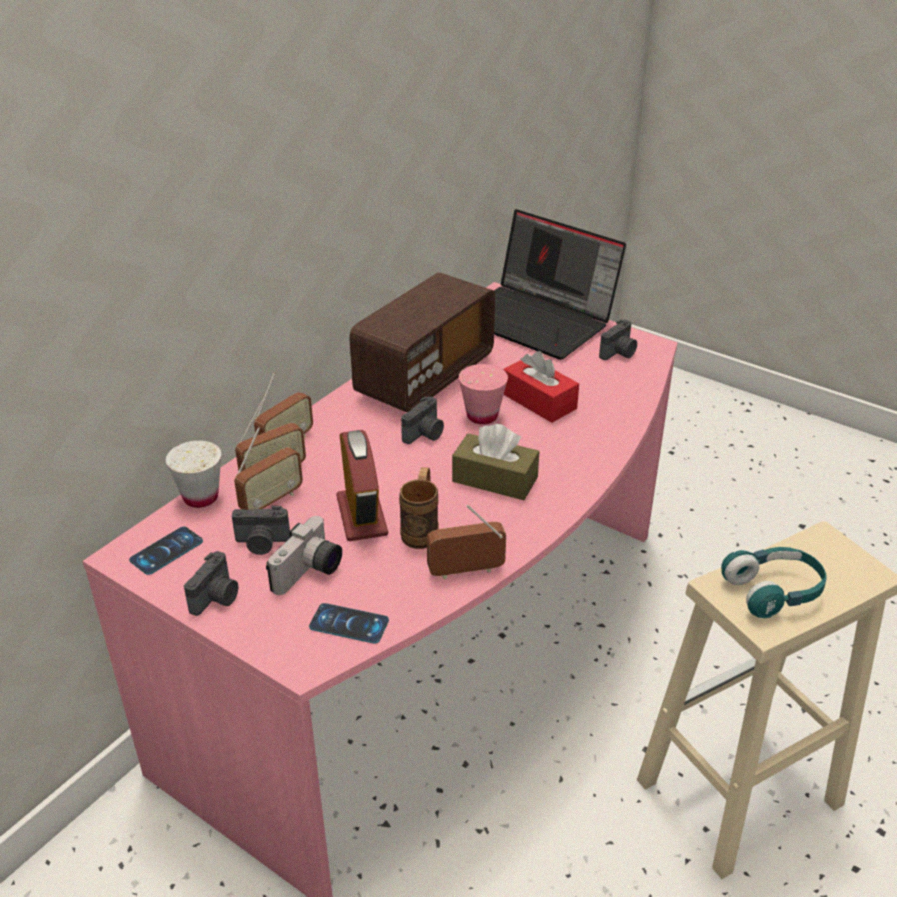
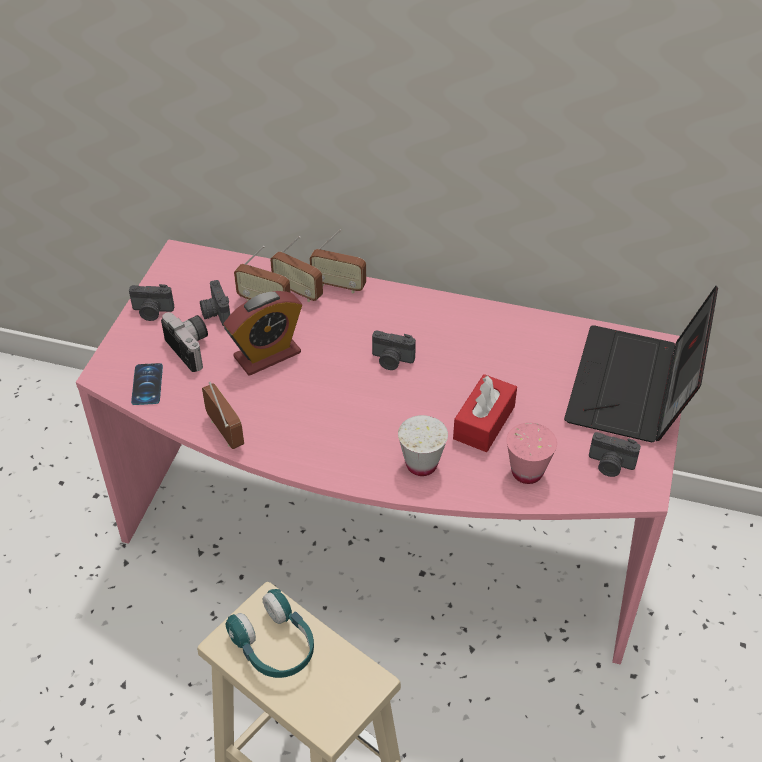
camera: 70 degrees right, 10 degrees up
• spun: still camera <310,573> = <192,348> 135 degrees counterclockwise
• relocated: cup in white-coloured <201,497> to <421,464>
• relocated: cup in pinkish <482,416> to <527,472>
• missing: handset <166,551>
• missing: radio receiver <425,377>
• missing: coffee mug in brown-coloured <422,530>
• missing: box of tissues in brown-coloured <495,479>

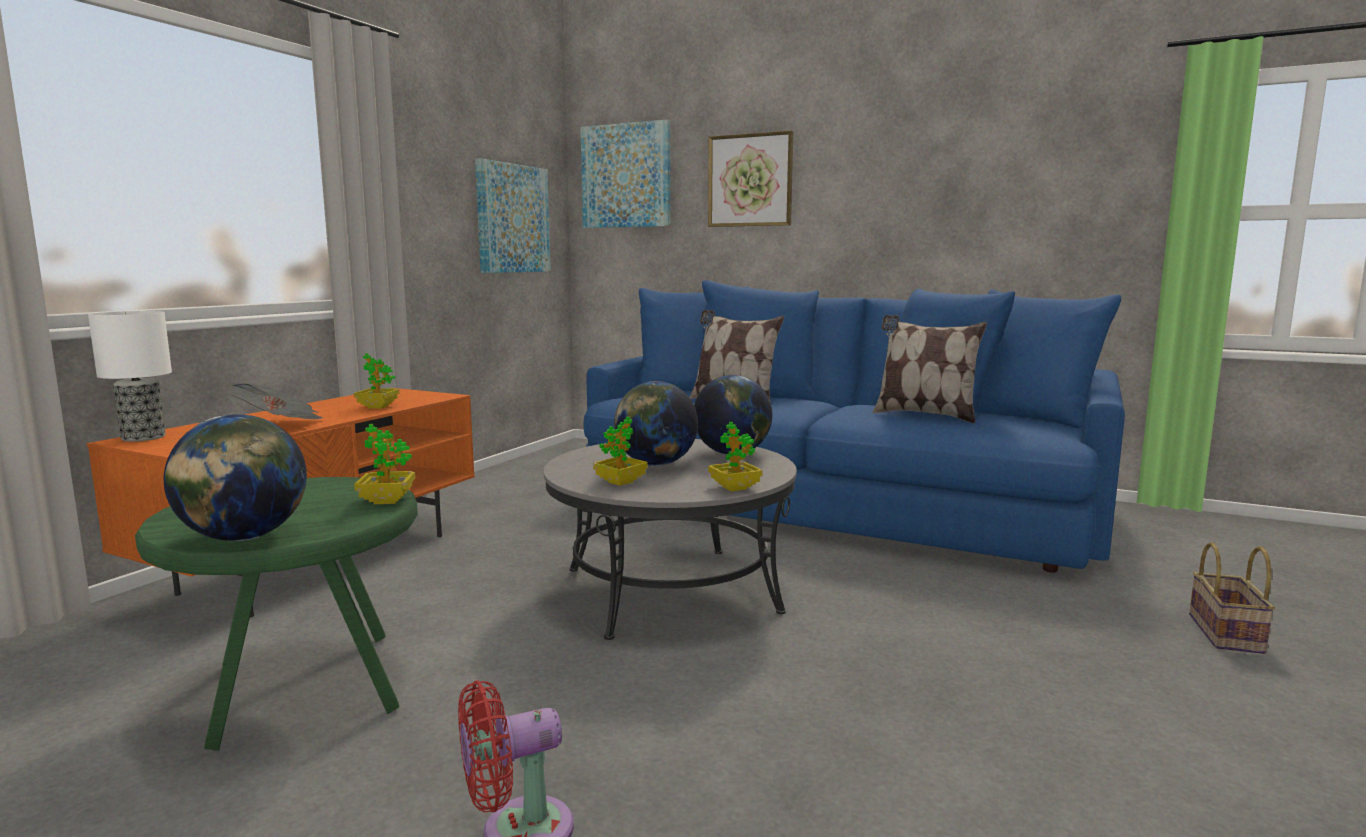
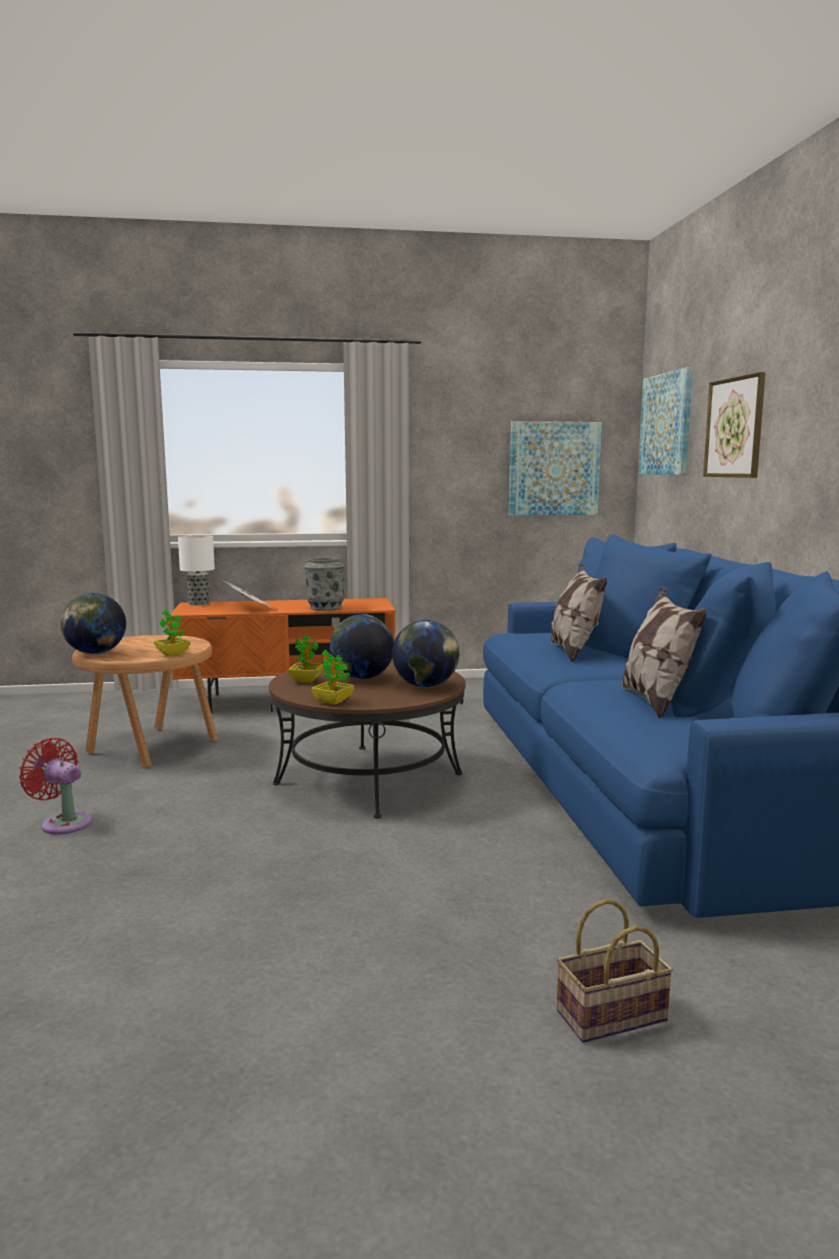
camera: 55 degrees right, 0 degrees up
• colour: accent table in green-coloured <304,690> to accent table in brown-coloured <150,747>
• colour: coffee table in grey <671,589> to coffee table in brown-coloured <369,779>
• exchanged: potted plant <378,407> to decorative vase in grey <325,608>

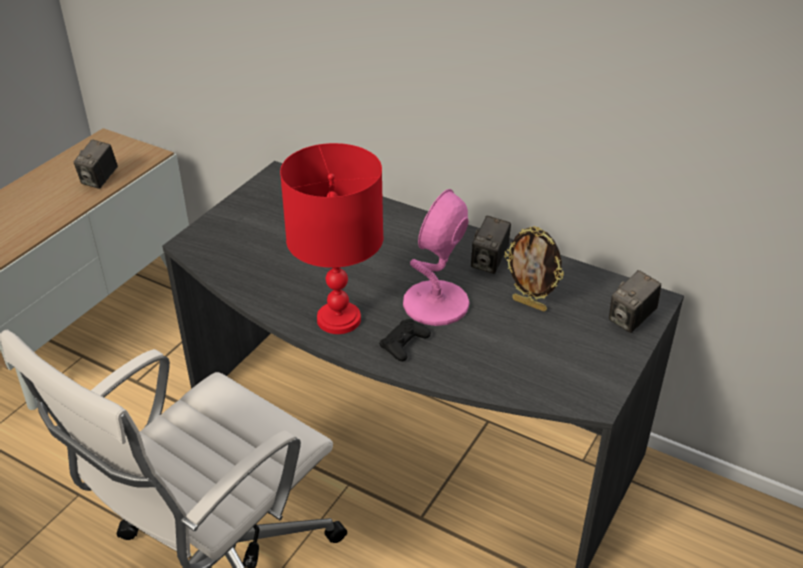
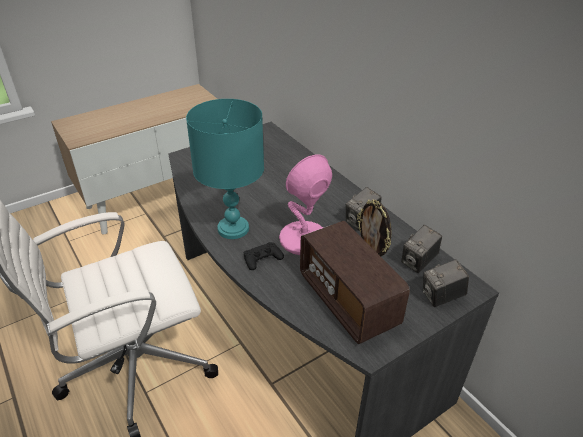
camera: 25 degrees right, 0 degrees up
• colour: tabletop lamp in red-coloured <340,319> to tabletop lamp in turquoise-coloured <234,229>
• appeared: radio receiver <348,301>
• relocated: still camera <100,180> to <418,262>

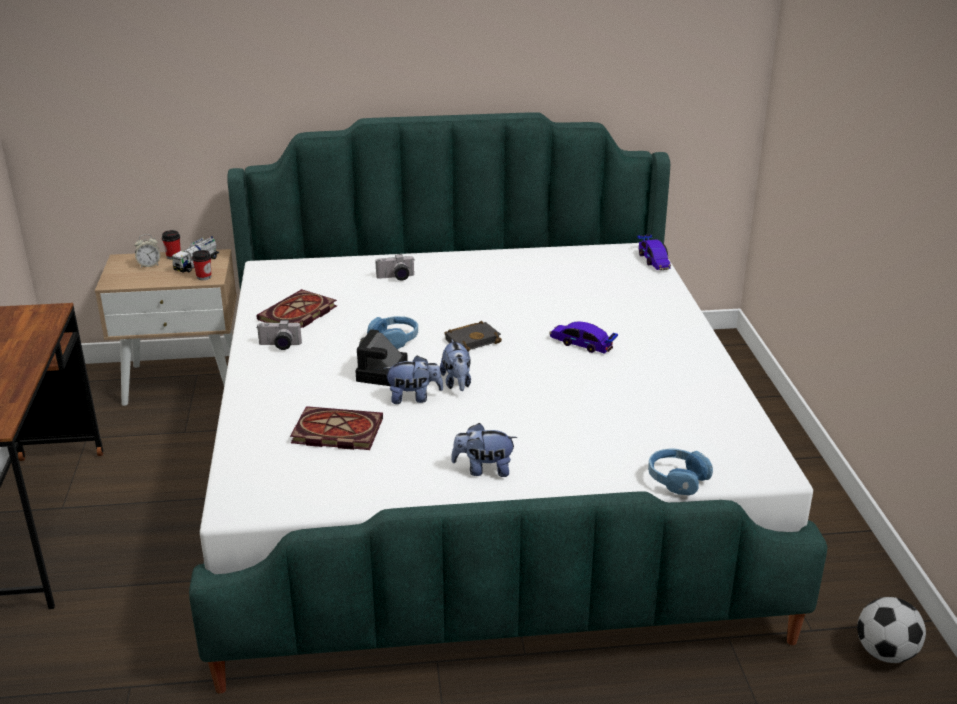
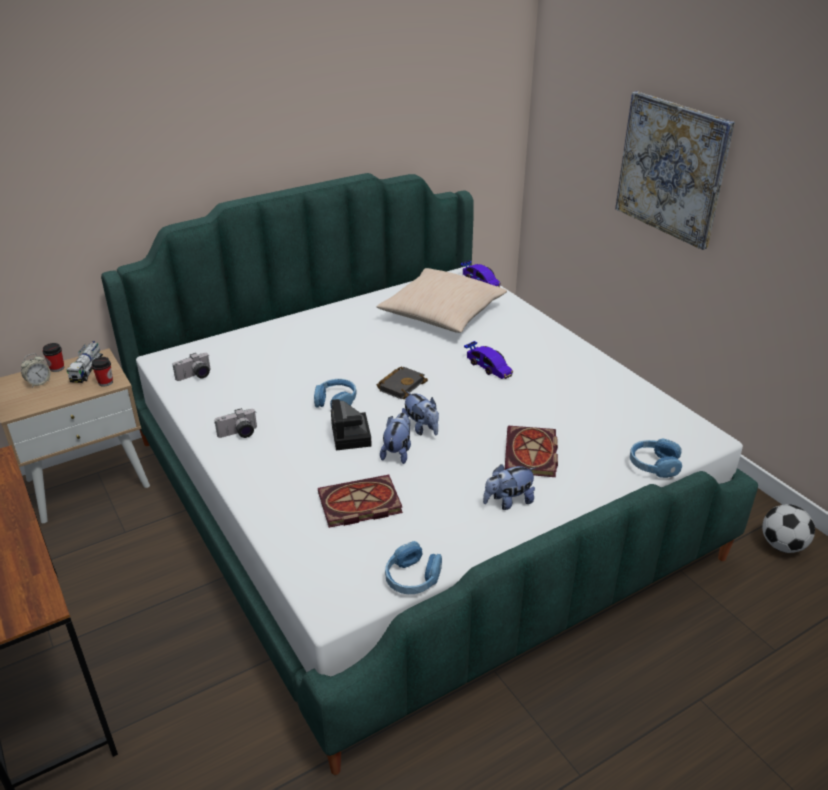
camera: 25 degrees left, 5 degrees up
• relocated: still camera <396,278> to <195,376>
• appeared: throw pillow in beige <442,313>
• spun: plush toy <414,398> = <397,452> 45 degrees counterclockwise
• appeared: headset in bluish <412,578>
• spun: toy car <581,344> = <488,367> 135 degrees counterclockwise
• relocated: bound book <297,315> to <532,455>
• appeared: wall picture <672,168>

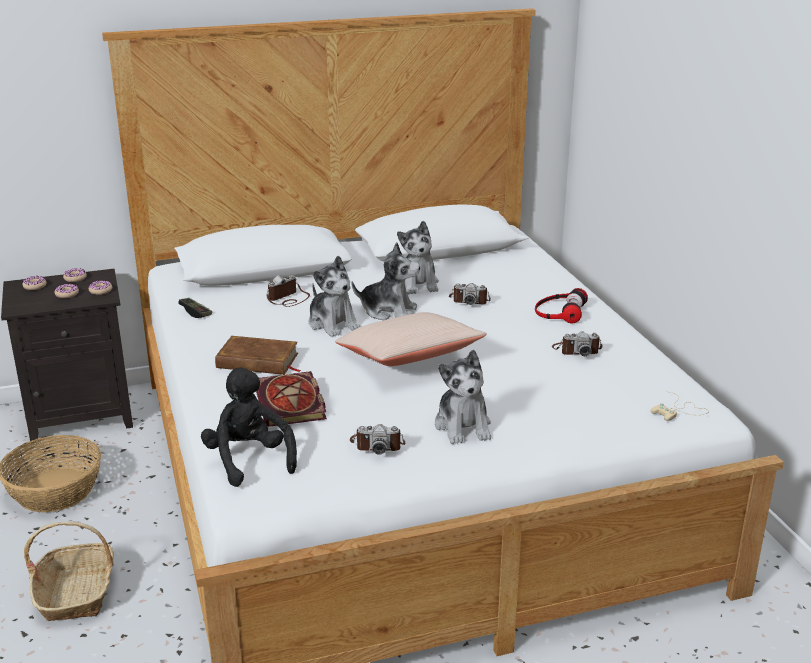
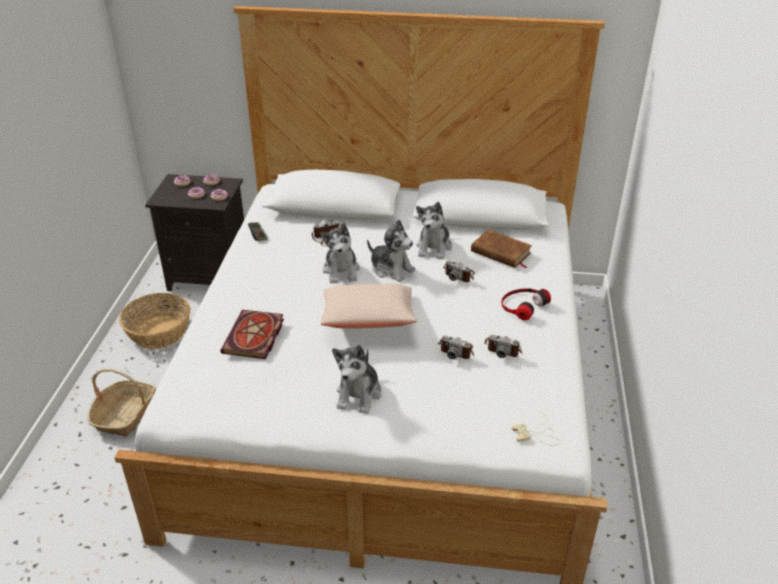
camera: 25 degrees right, 10 degrees up
• relocated: still camera <377,444> to <456,350>
• relocated: bound book in brown-coloured <258,361> to <501,252>
• missing: plush toy in black-coloured <249,460>

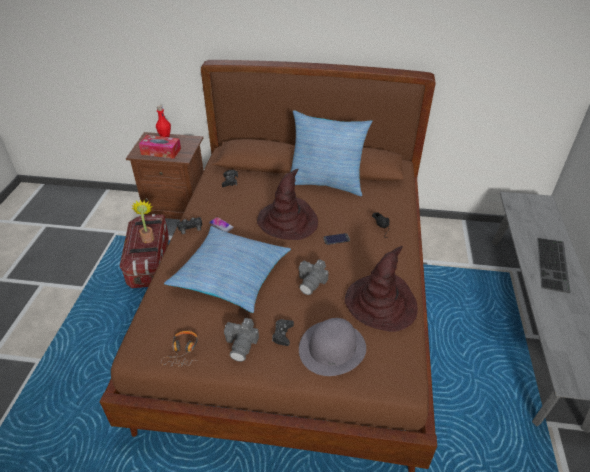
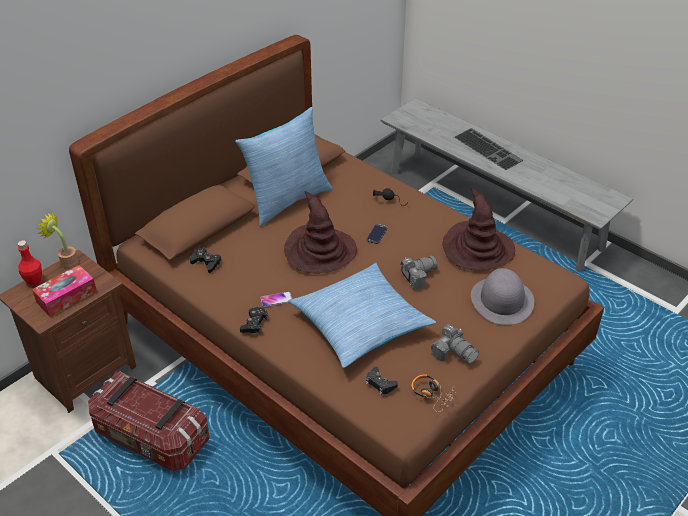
camera: 55 degrees left, 0 degrees up
• relocated: potted plant <148,237> to <66,262>
• relocated: joypad in black-coloured <282,334> to <380,384>
• spun: still camera <312,282> = <417,276> 90 degrees counterclockwise

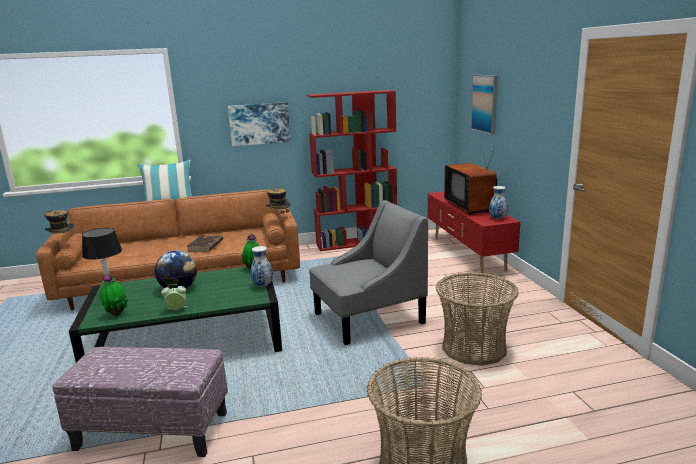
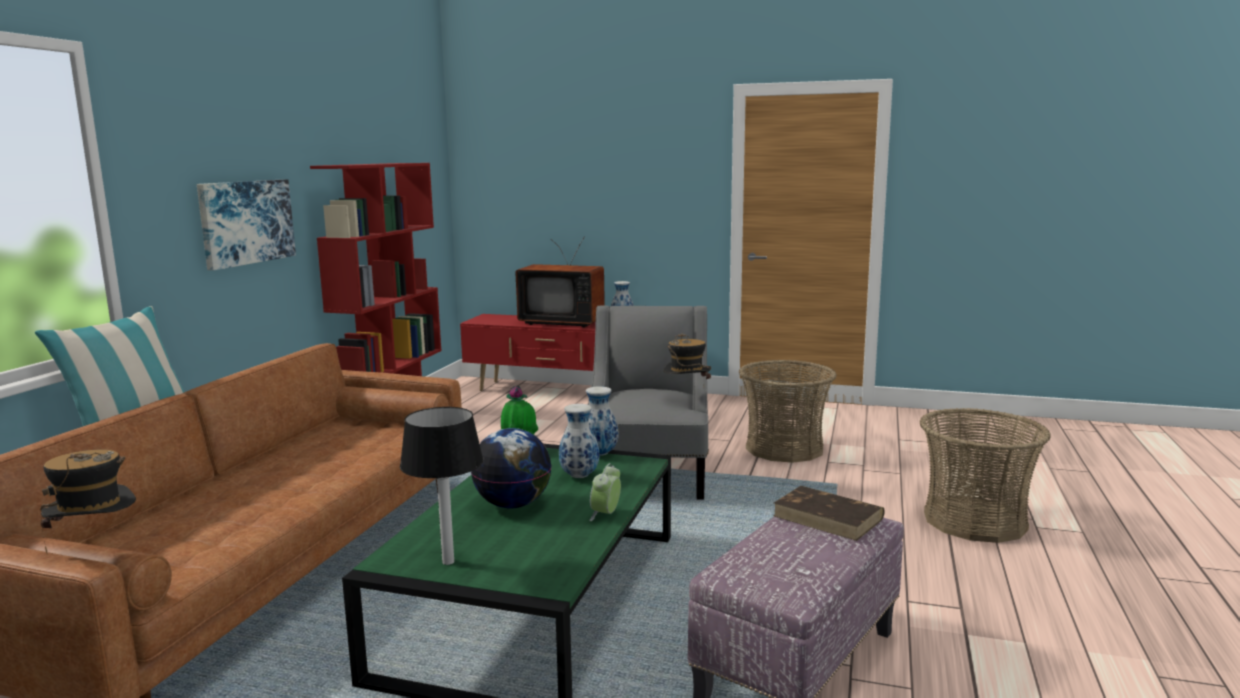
camera: 60 degrees left, 5 degrees down
• appeared: decorative vase <580,476>
• relocated: hat <279,218> to <686,392>
• relocated: bound book in brown-coloured <205,246> to <829,517>
• missing: potted plant <117,314>
• missing: wall picture <485,103>

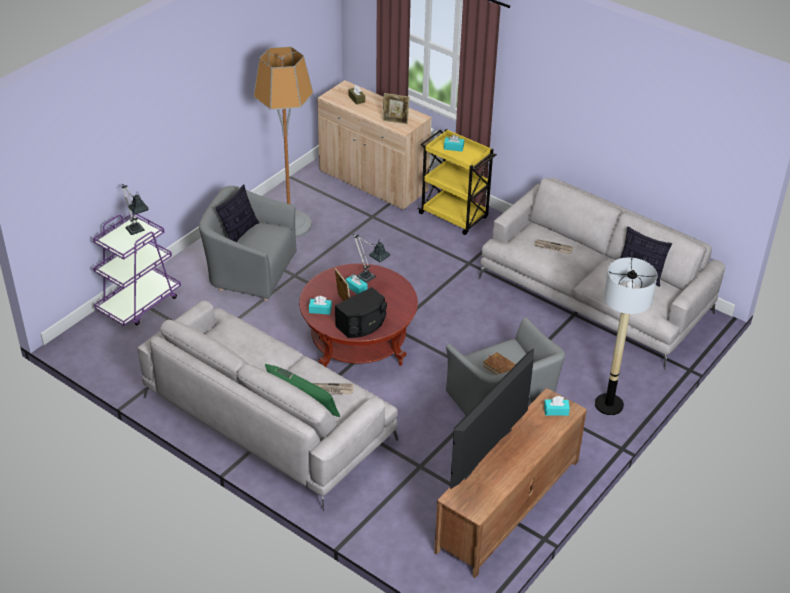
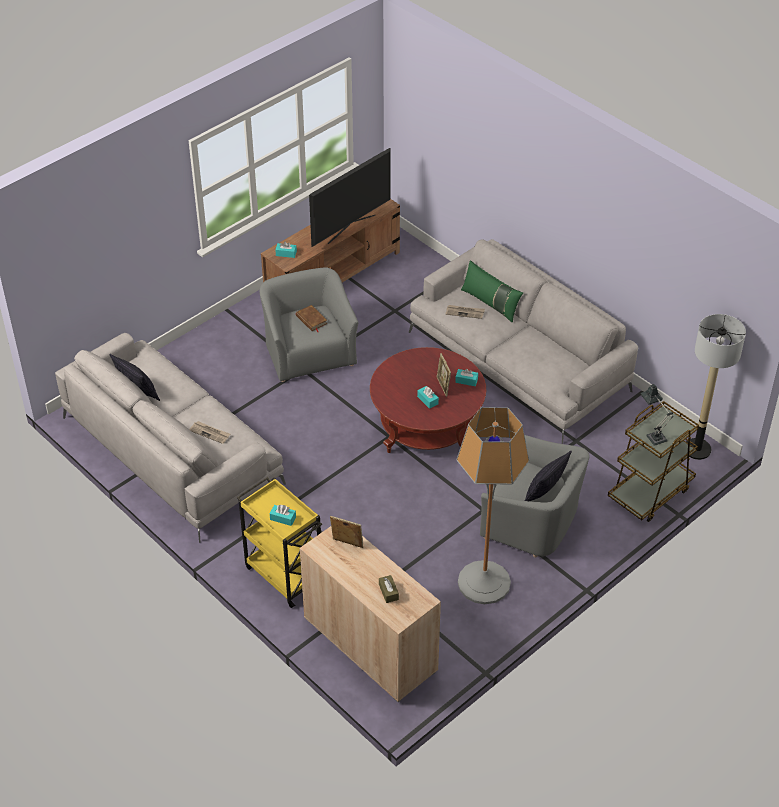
camera: 170 degrees left, 5 degrees up
• colour: cart in purple <139,303> to cart in brown-coloured <650,492>
• relocated: floor lamp <608,405> to <697,449>
• missing: audio speaker in black-coloured <362,324>
• missing: tabletop lamp <369,279>

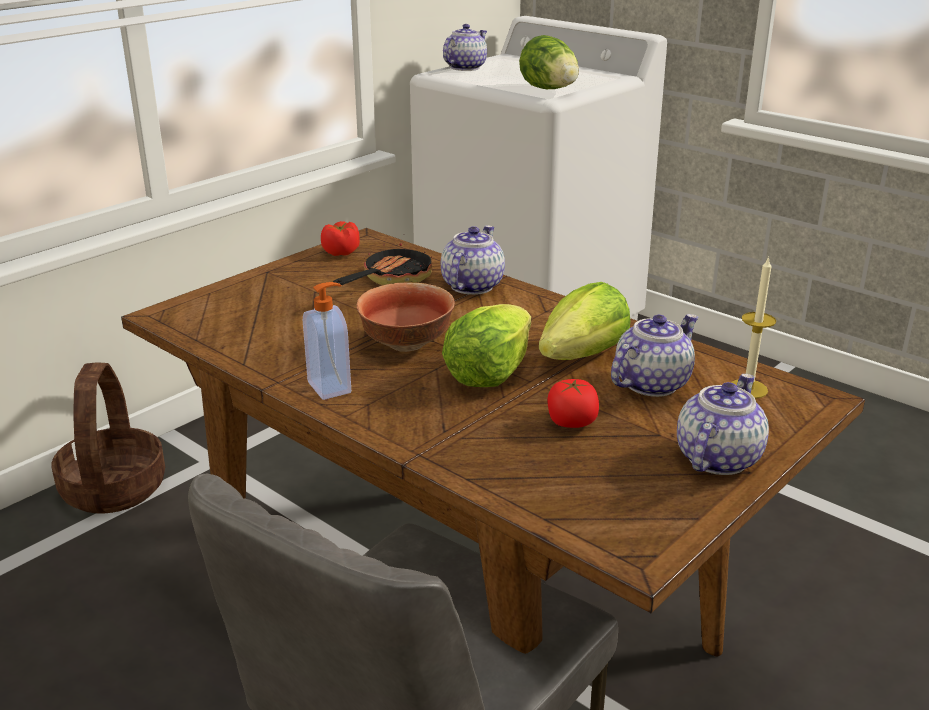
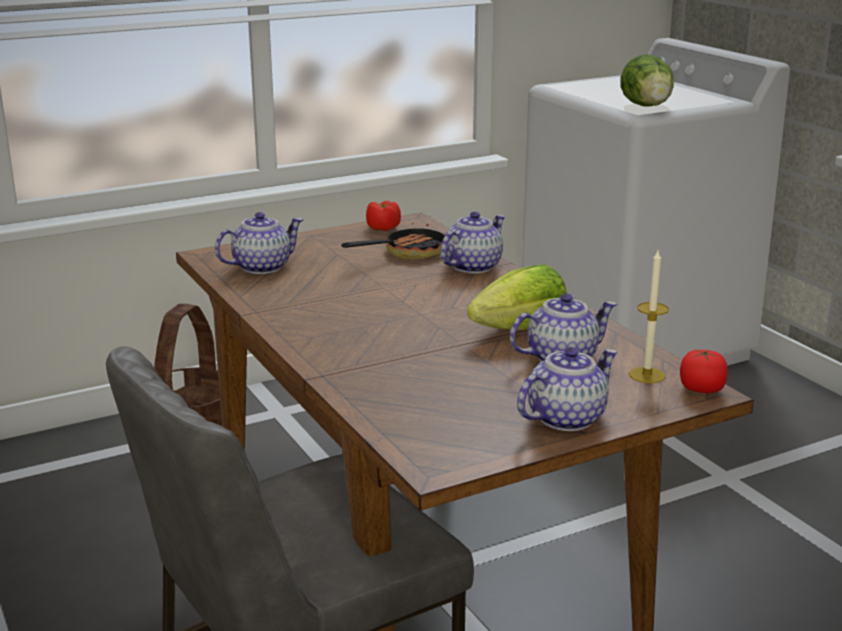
camera: 20 degrees right, 5 degrees down
• relocated: tea pot <465,67> to <262,267>
• relocated: tomato <571,422> to <701,389>
• missing: soap dispenser <331,387>
• missing: deep dish <408,344>
• missing: head of lettuce <488,374>

